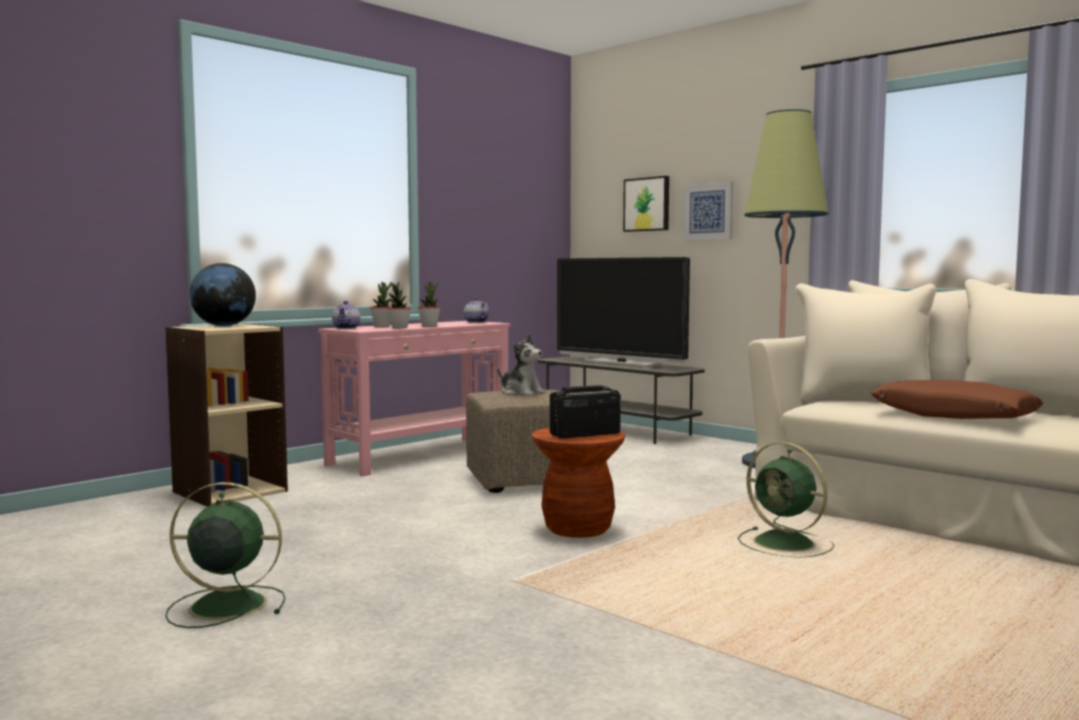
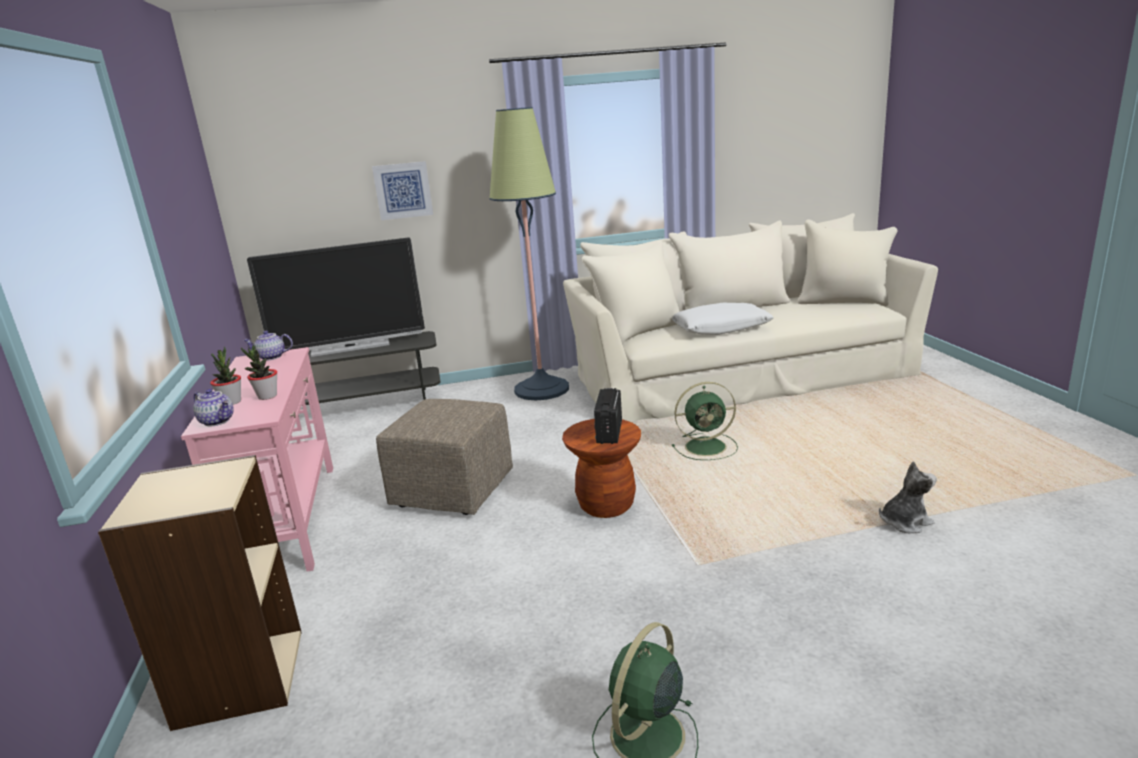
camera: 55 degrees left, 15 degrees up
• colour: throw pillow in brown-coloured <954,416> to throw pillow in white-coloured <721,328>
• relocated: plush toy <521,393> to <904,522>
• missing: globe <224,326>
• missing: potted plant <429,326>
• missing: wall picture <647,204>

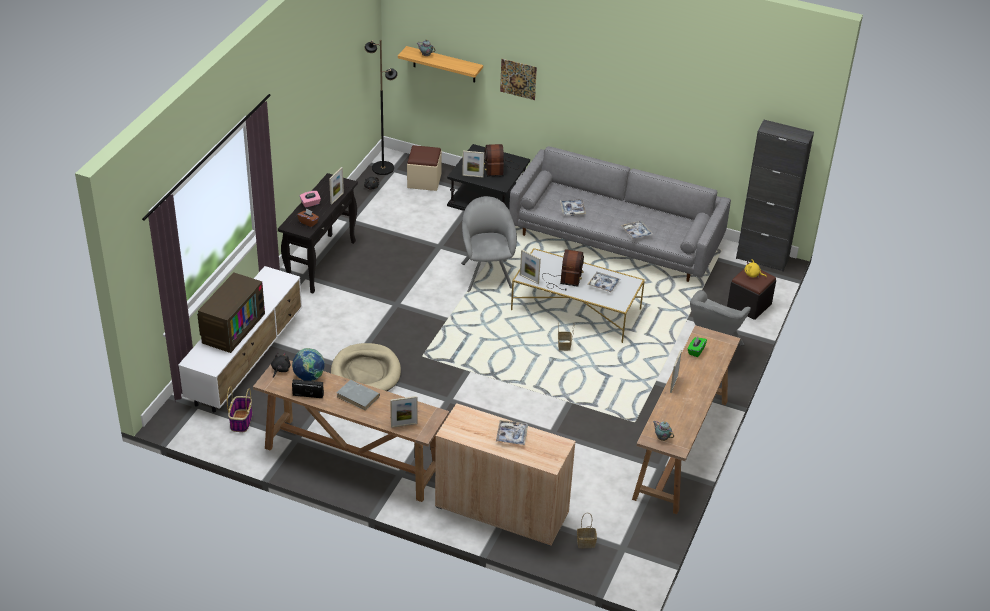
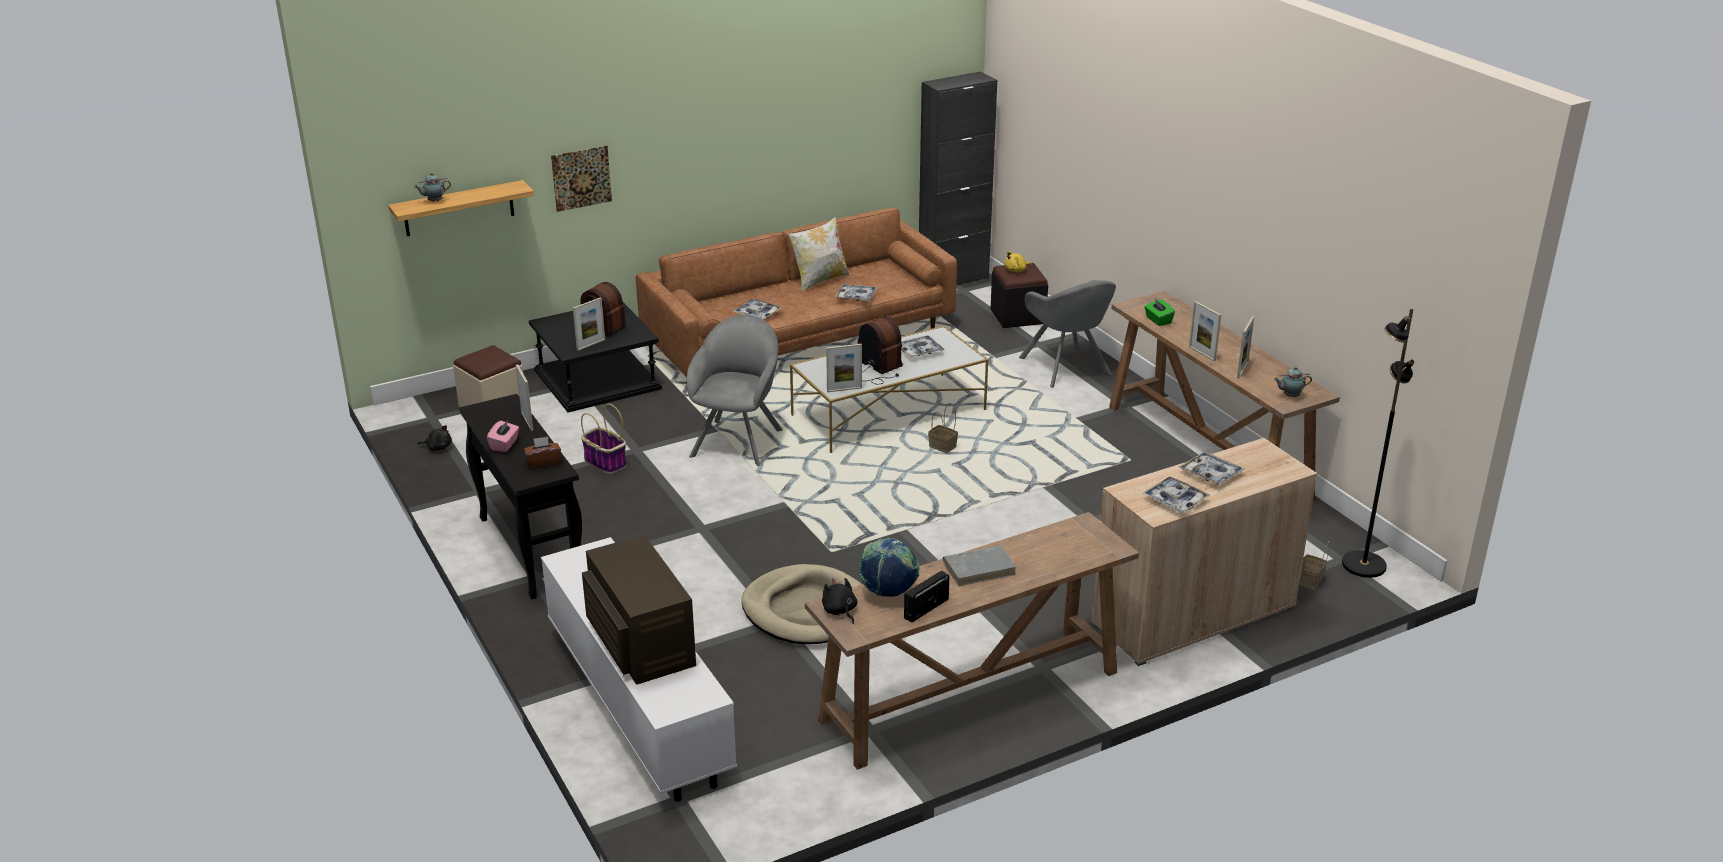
camera: 50 degrees left, 10 degrees down
• relocated: storage basket <241,420> to <604,462>
• colour: sofa in grey <616,238> to sofa in brown-coloured <799,338>
• spun: armchair in grey <487,273> = <739,440> 75 degrees clockwise
• appeared: throw pillow <819,280>
• appeared: carrying tray <1175,500>
• relocated: picture frame <404,425> to <1242,370>
• relocated: floor lamp in black-coloured <382,168> to <1362,565>

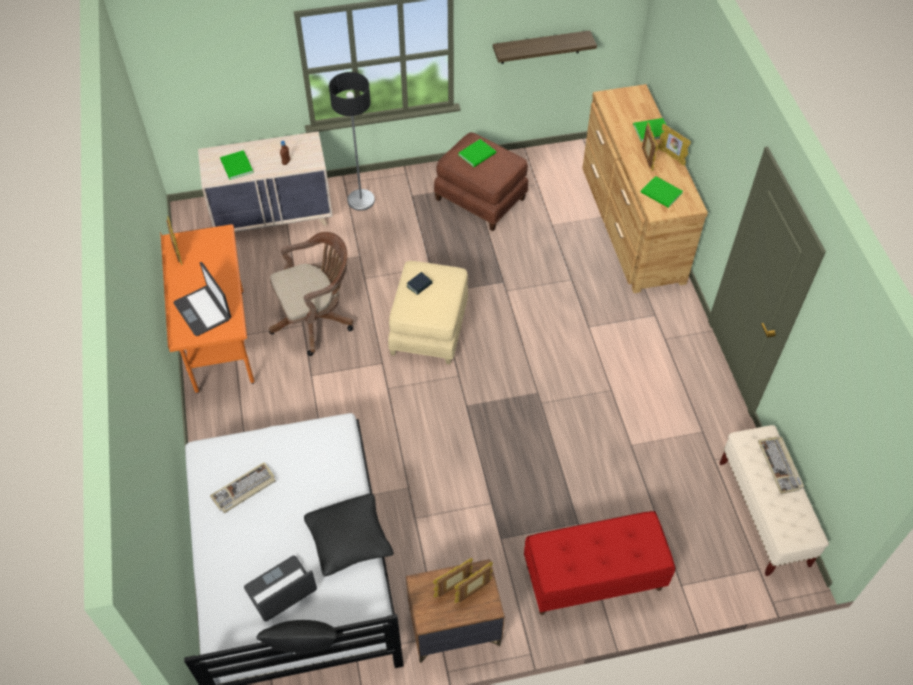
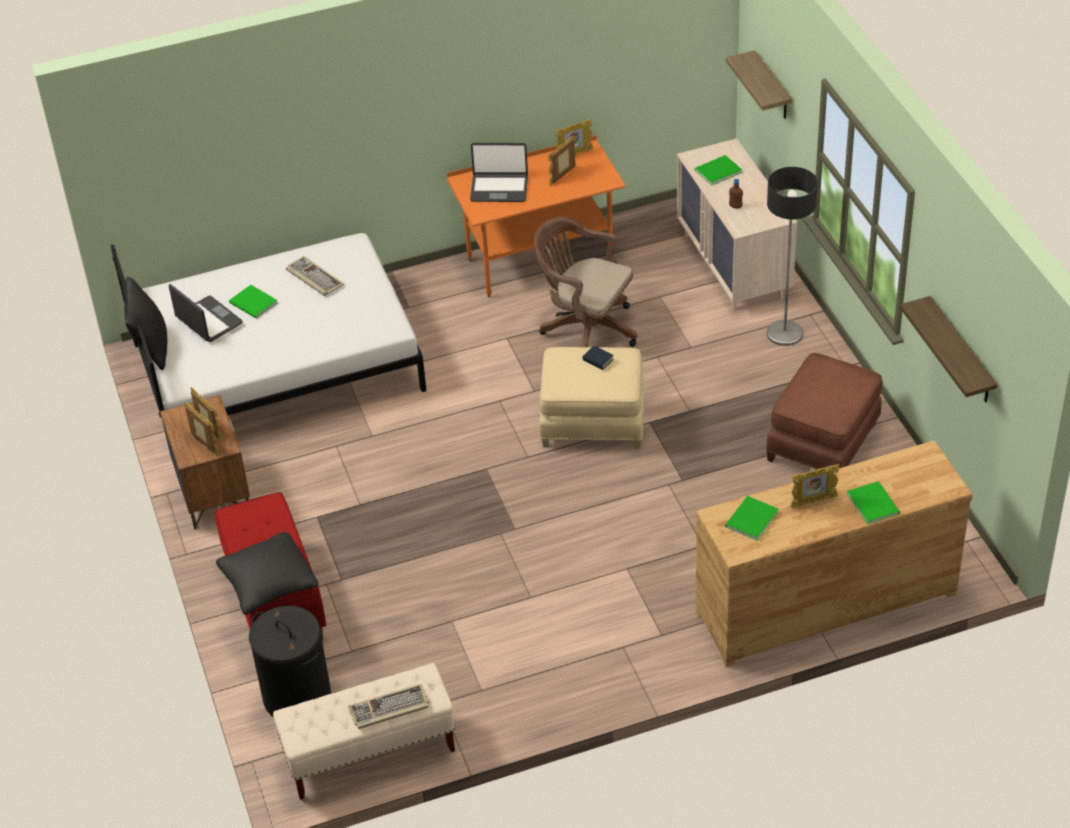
camera: 85 degrees right, 10 degrees down
• relocated: throw pillow in black-coloured <349,540> to <268,582>
• relocated: bound book in green-coloured <478,154> to <253,304>
• appeared: washing basket in black-coloured <296,696>
• spun: laptop <203,311> = <499,188> 135 degrees counterclockwise
• spun: desk chair in brown-coloured <316,320> = <585,328> 150 degrees clockwise
• relocated: picture frame <671,157> to <563,176>
• appeared: bracket shelf <772,87>

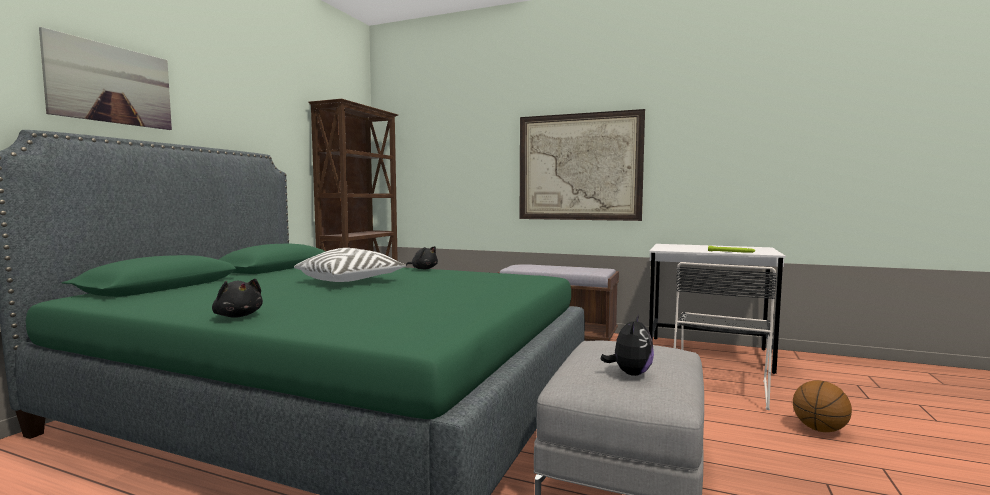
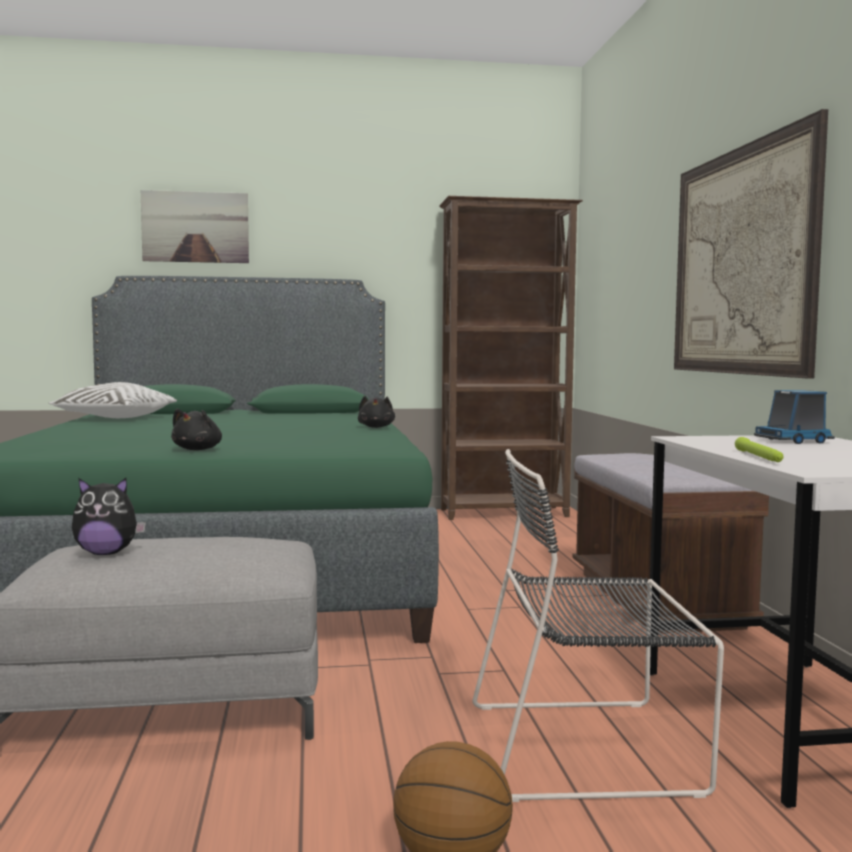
camera: 60 degrees right, 0 degrees up
• relocated: throw pillow in white-coloured <351,281> to <115,418>
• relocated: plush toy in black-coloured <238,316> to <198,449>
• appeared: toy lorry <794,441>

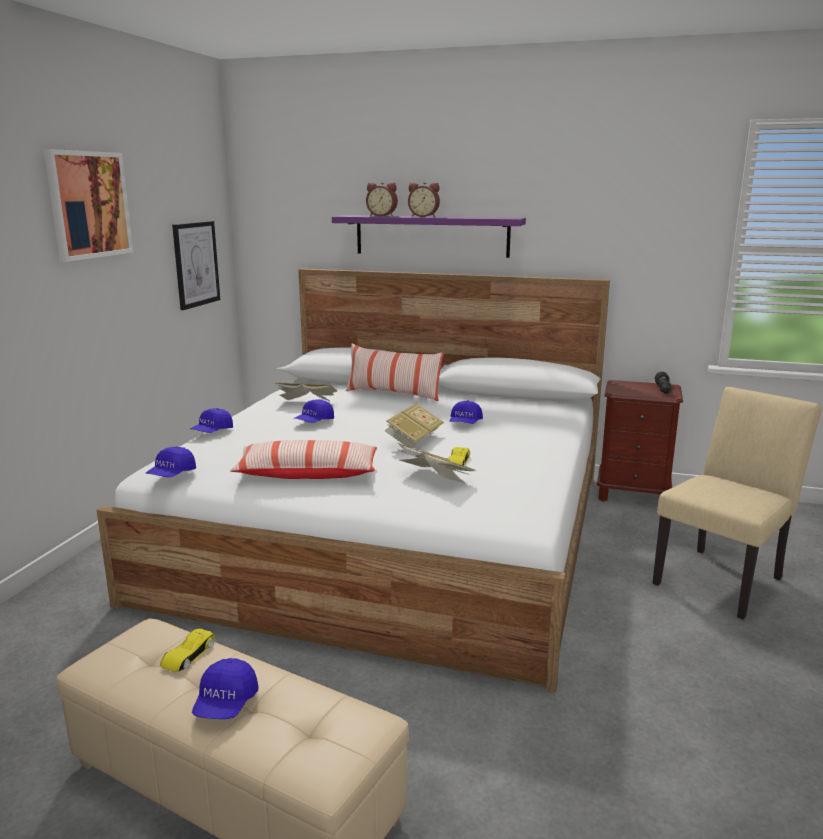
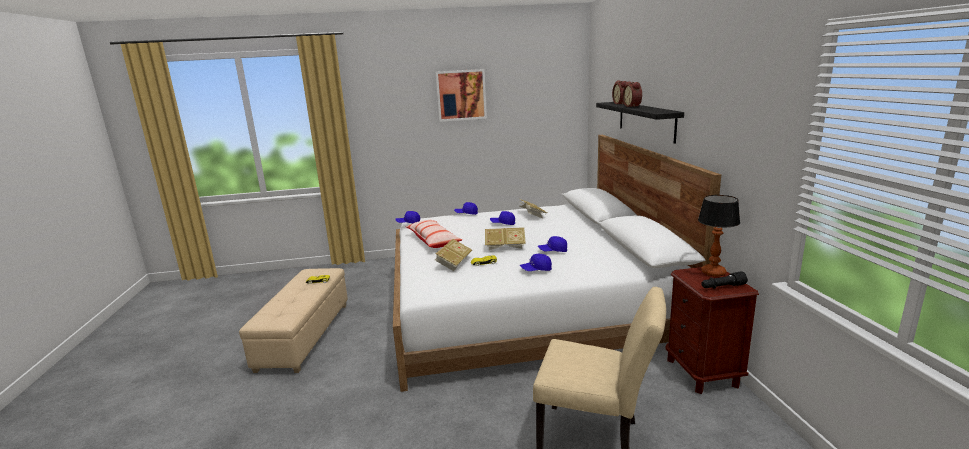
camera: 65 degrees right, 0 degrees up
• relocated: cap in bluish <225,704> to <536,270>
• colour: bracket shelf in purple <431,236> to bracket shelf in black-coloured <646,120>
• appeared: tabletop lamp <712,272>
• missing: wall picture <196,264>
• missing: throw pillow <393,394>

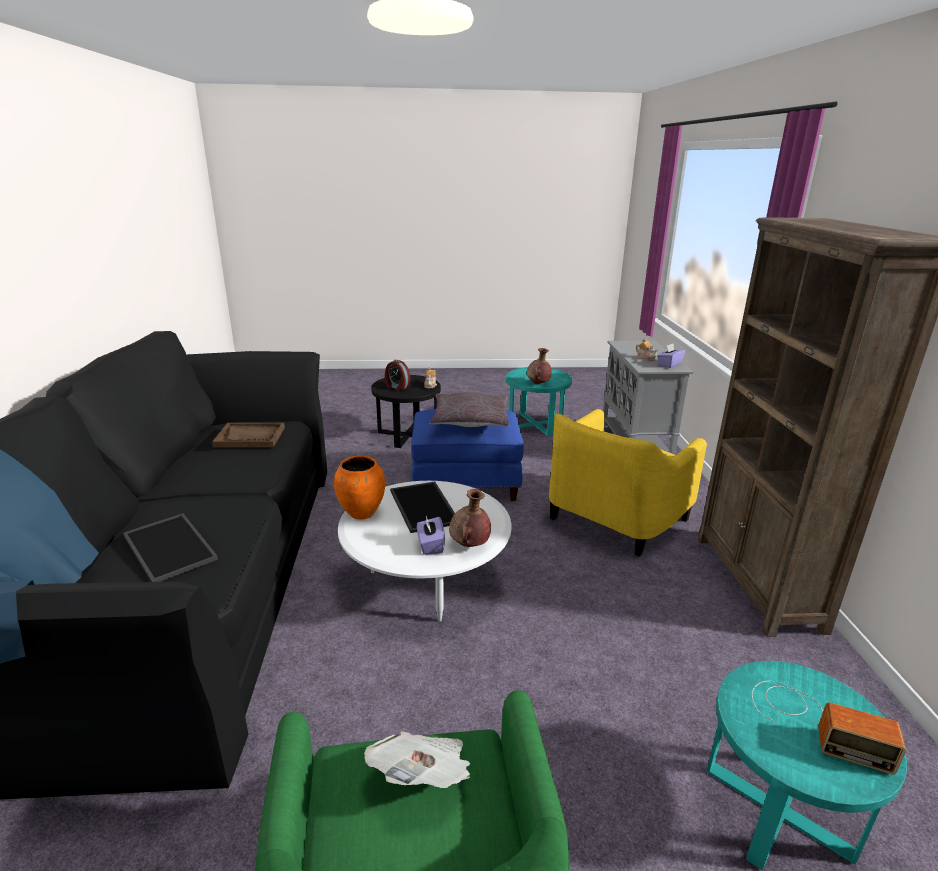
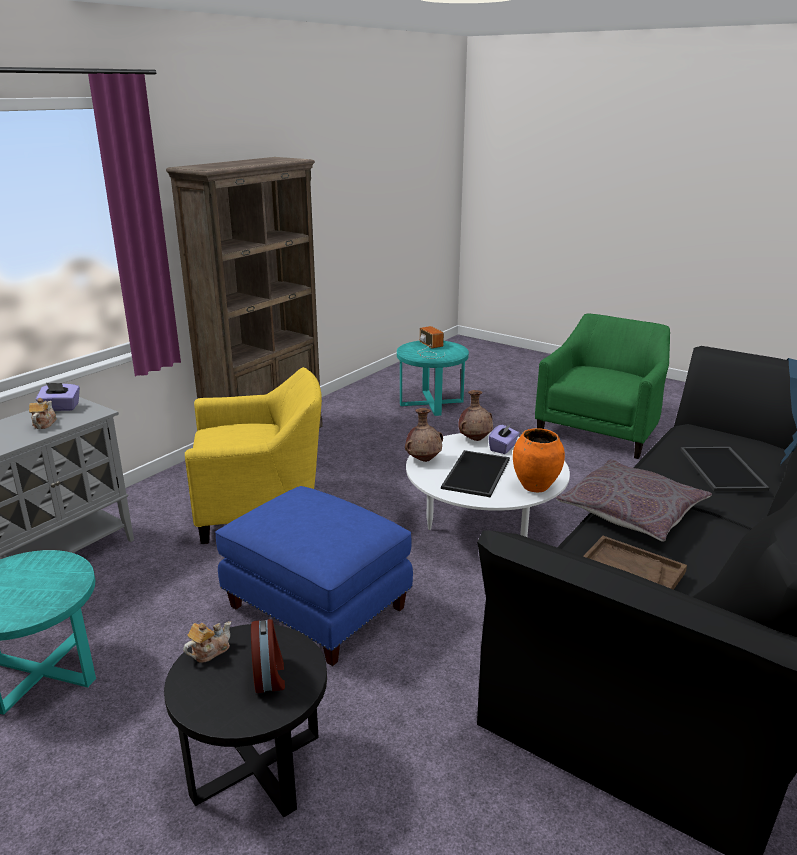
camera: 140 degrees left, 0 degrees up
• relocated: decorative vase in brown-coloured <538,384> to <424,459>
• relocated: throw pillow in grey <470,420> to <632,511>
• missing: newspaper <423,776>

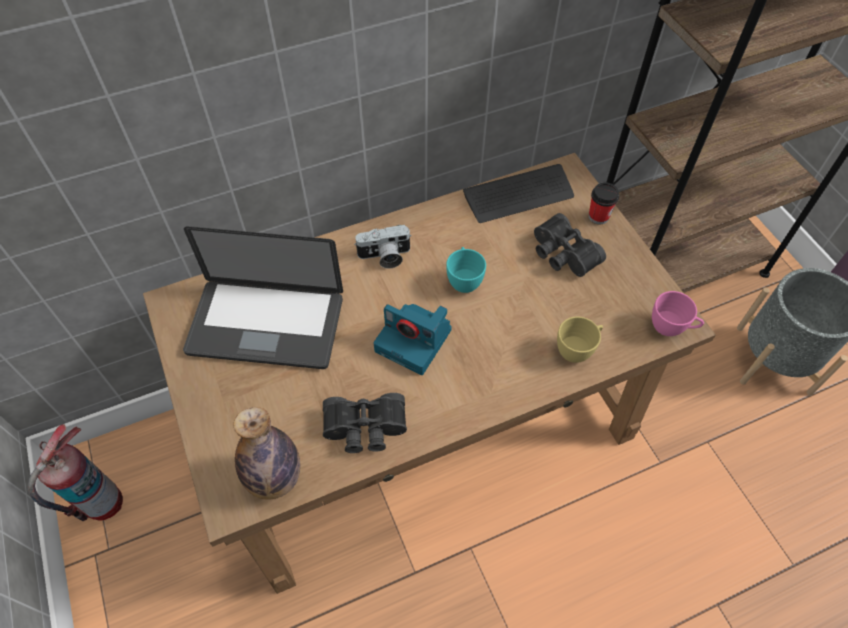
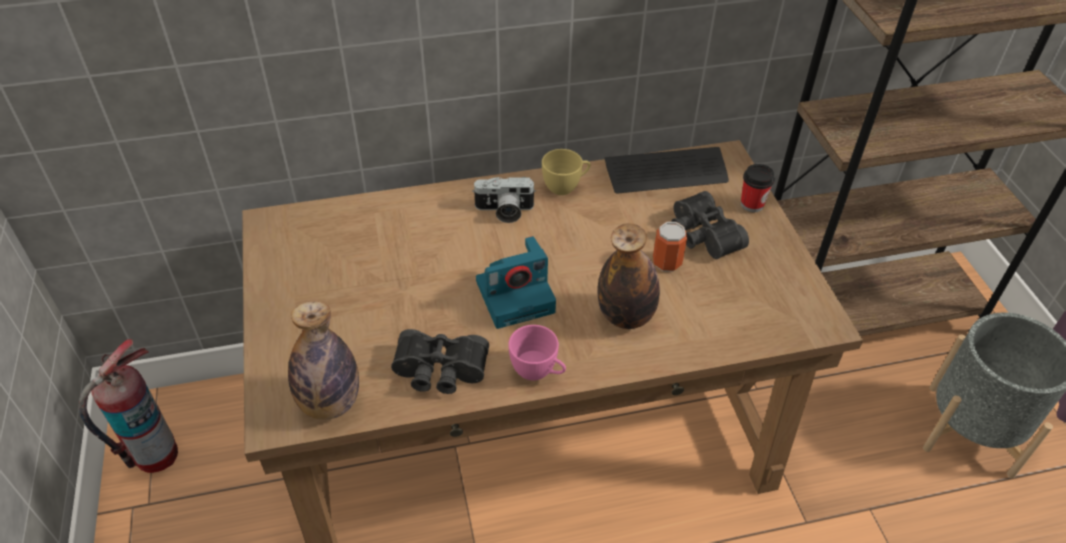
camera: 10 degrees right, 10 degrees down
• spun: still camera <415,341> = <516,295> 60 degrees counterclockwise
• relocated: cup in pinkish <671,328> to <538,372>
• relocated: cup in yellow <577,350> to <566,187>
• appeared: drink bottle <626,316>
• appeared: metal can <667,262>
• missing: laptop <266,325>
• missing: cup in turquoise-coloured <464,280>

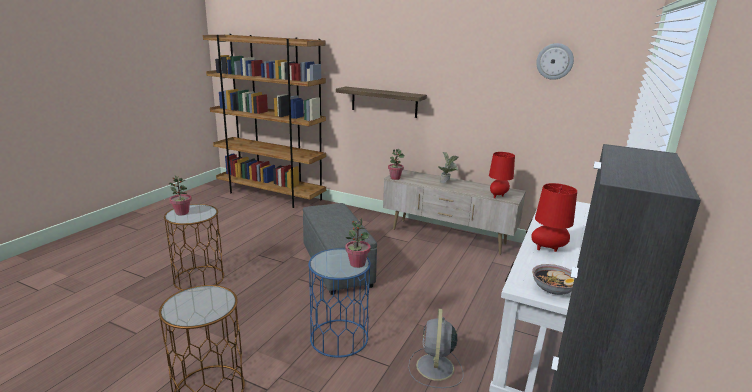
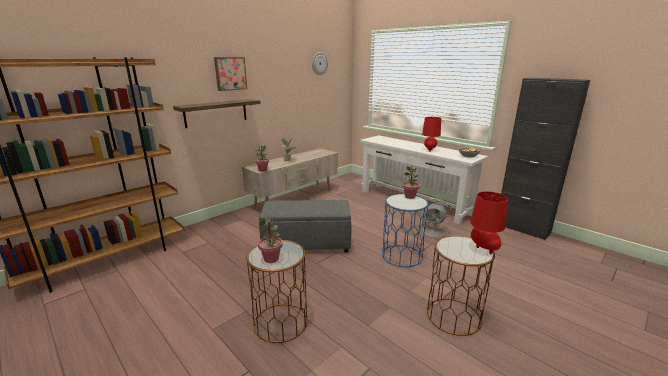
camera: 70 degrees left, 0 degrees up
• appeared: wall picture <230,73>
• relocated: tabletop lamp in red-coloured <498,196> to <482,249>

